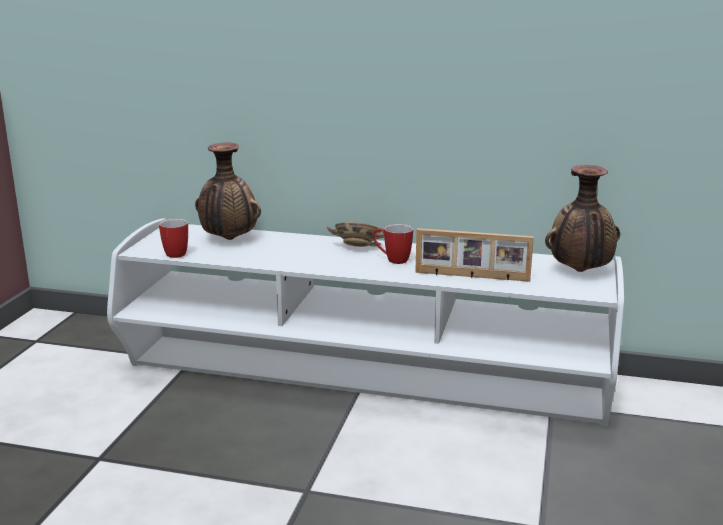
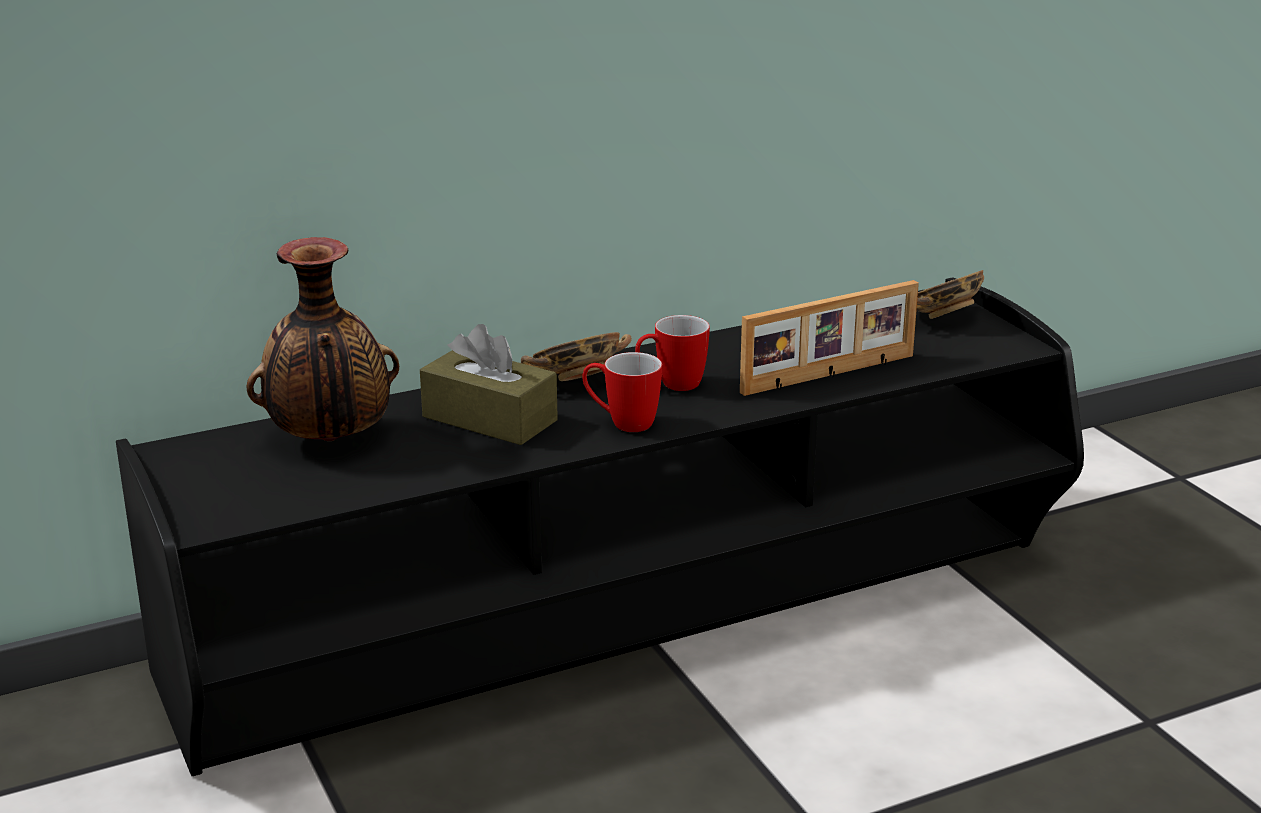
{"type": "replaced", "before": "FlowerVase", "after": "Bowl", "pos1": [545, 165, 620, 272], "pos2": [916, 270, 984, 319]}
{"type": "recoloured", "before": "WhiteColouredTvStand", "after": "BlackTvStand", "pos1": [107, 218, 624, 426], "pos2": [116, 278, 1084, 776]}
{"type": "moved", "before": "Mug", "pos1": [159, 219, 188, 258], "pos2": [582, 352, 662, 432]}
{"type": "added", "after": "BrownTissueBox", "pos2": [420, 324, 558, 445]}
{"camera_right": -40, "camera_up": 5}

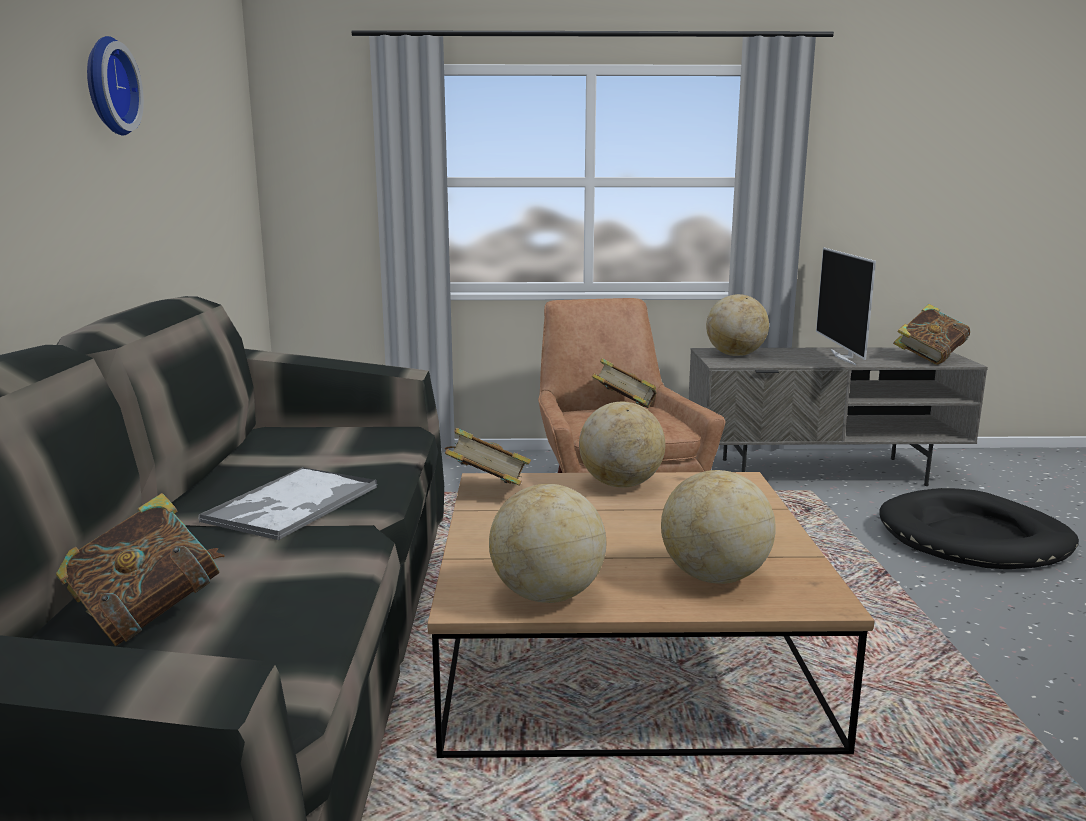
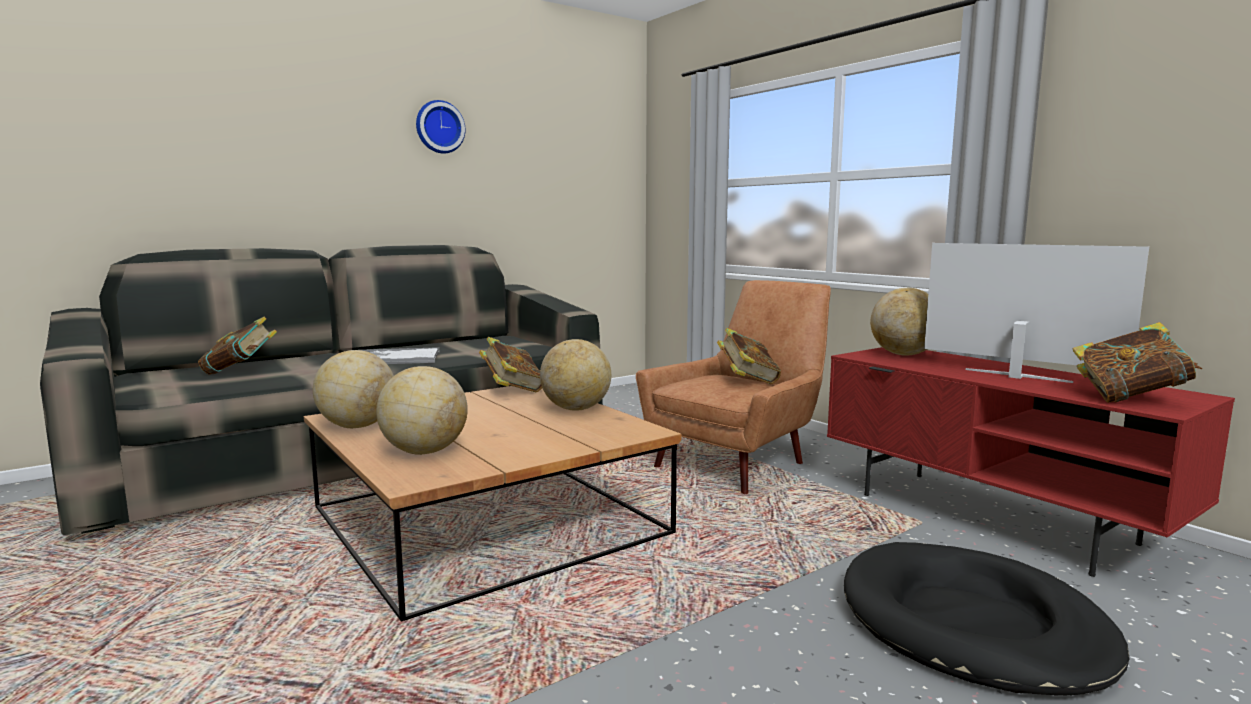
{"type": "turned", "before": "TvSet", "pos1": [816, 248, 876, 365], "pos2": [924, 243, 1149, 383], "turn": 75}
{"type": "recoloured", "before": "GreyishTvStand", "after": "RedTvStand", "pos1": [689, 347, 988, 486], "pos2": [827, 347, 1235, 577]}
{"camera_right": 55, "camera_up": -5}

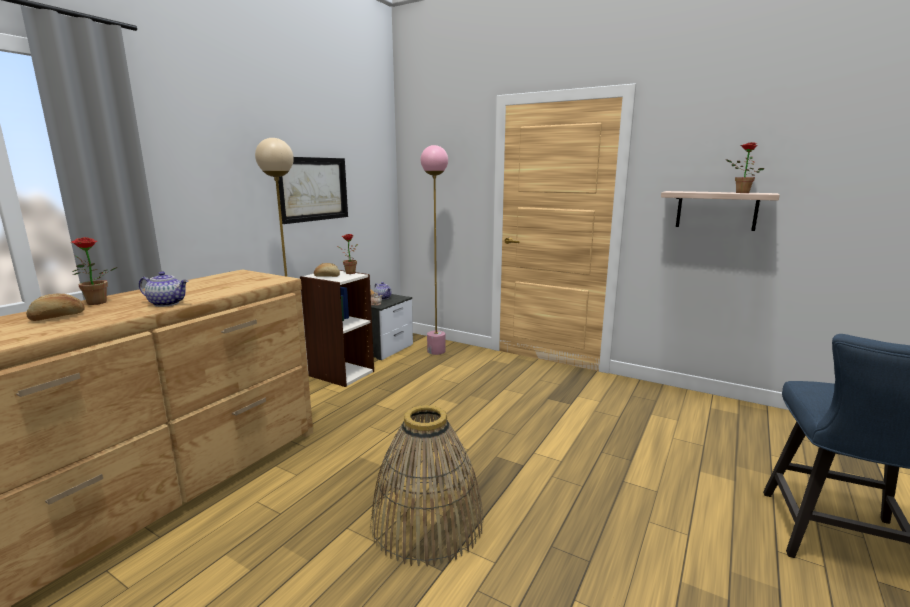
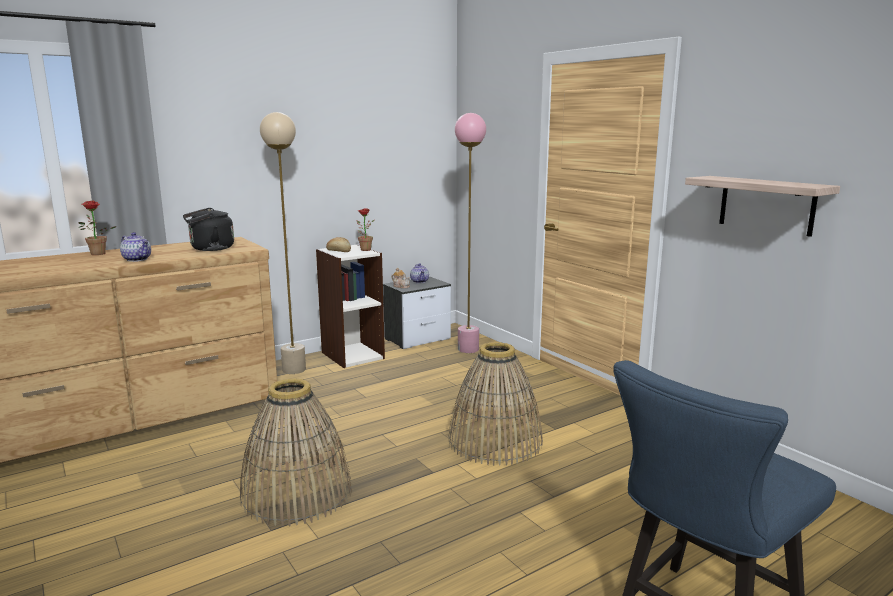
{"type": "removed", "before": "PottedPlant", "pos1": [726, 142, 764, 193]}
{"type": "removed", "before": "WallPicture", "pos1": [278, 157, 348, 224]}
{"type": "removed", "before": "Bread", "pos1": [26, 294, 85, 321]}
{"type": "added", "after": "BlackTeaKettle", "pos2": [183, 208, 234, 251]}
{"type": "added", "after": "HouseholdBasket", "pos2": [448, 342, 543, 466]}
{"camera_right": 25, "camera_up": 0}

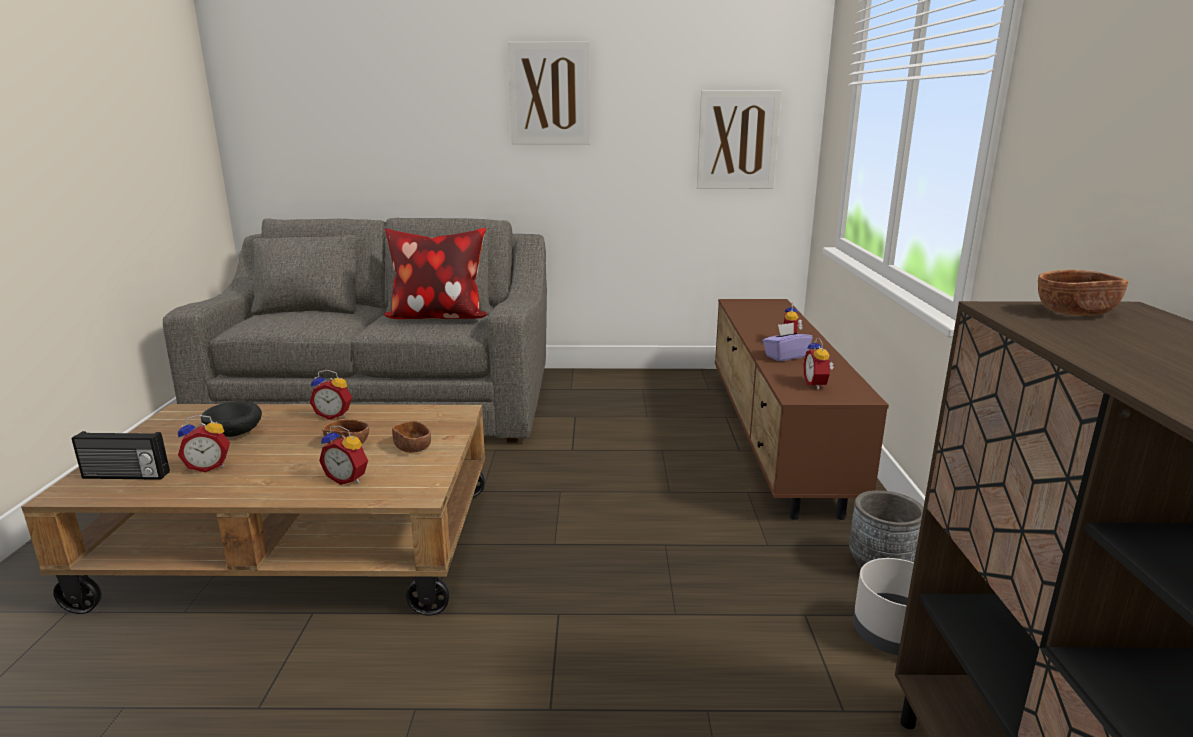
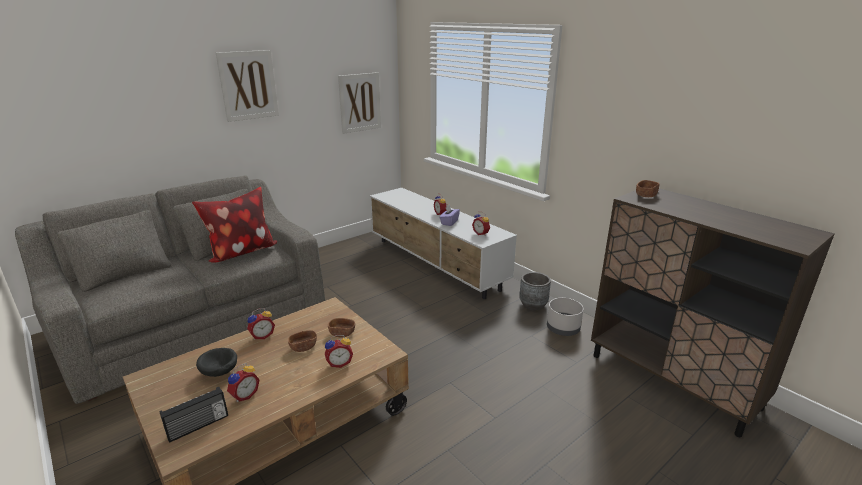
{"type": "recoloured", "before": "BrownTvStand", "after": "WhiteColouredTvStand", "pos1": [715, 299, 889, 520], "pos2": [370, 188, 517, 299]}
{"camera_right": -40, "camera_up": 5}

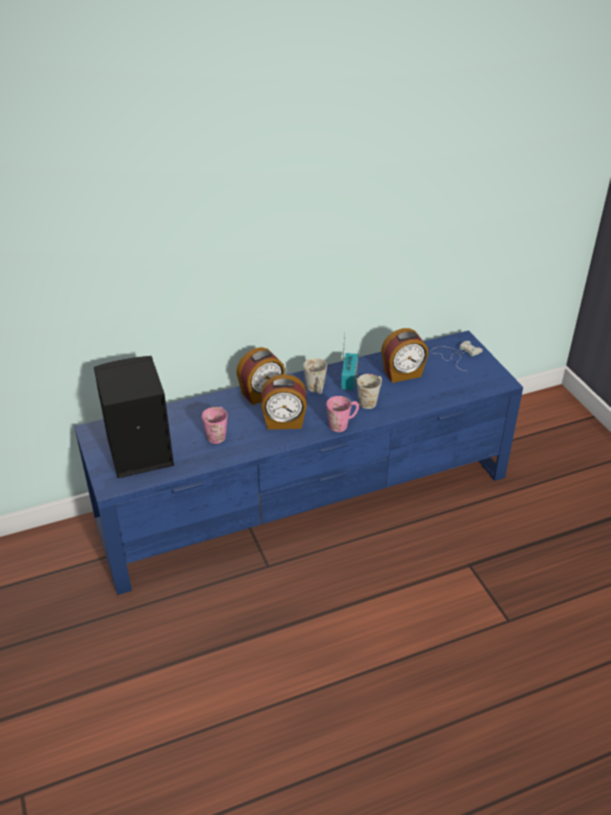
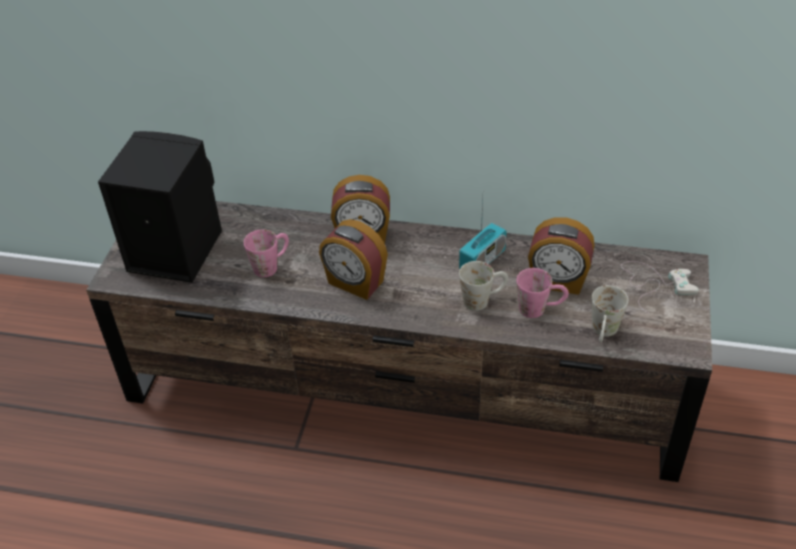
{"type": "recoloured", "before": "BlueTvStand", "after": "BrownTvStand", "pos1": [74, 330, 523, 595], "pos2": [86, 201, 712, 482]}
{"type": "moved", "before": "WhiteColouredMug", "pos1": [303, 358, 327, 394], "pos2": [591, 285, 628, 342]}
{"type": "moved", "before": "PinkishMug", "pos1": [326, 396, 359, 432], "pos2": [516, 268, 569, 318]}
{"camera_right": 35, "camera_up": 5}

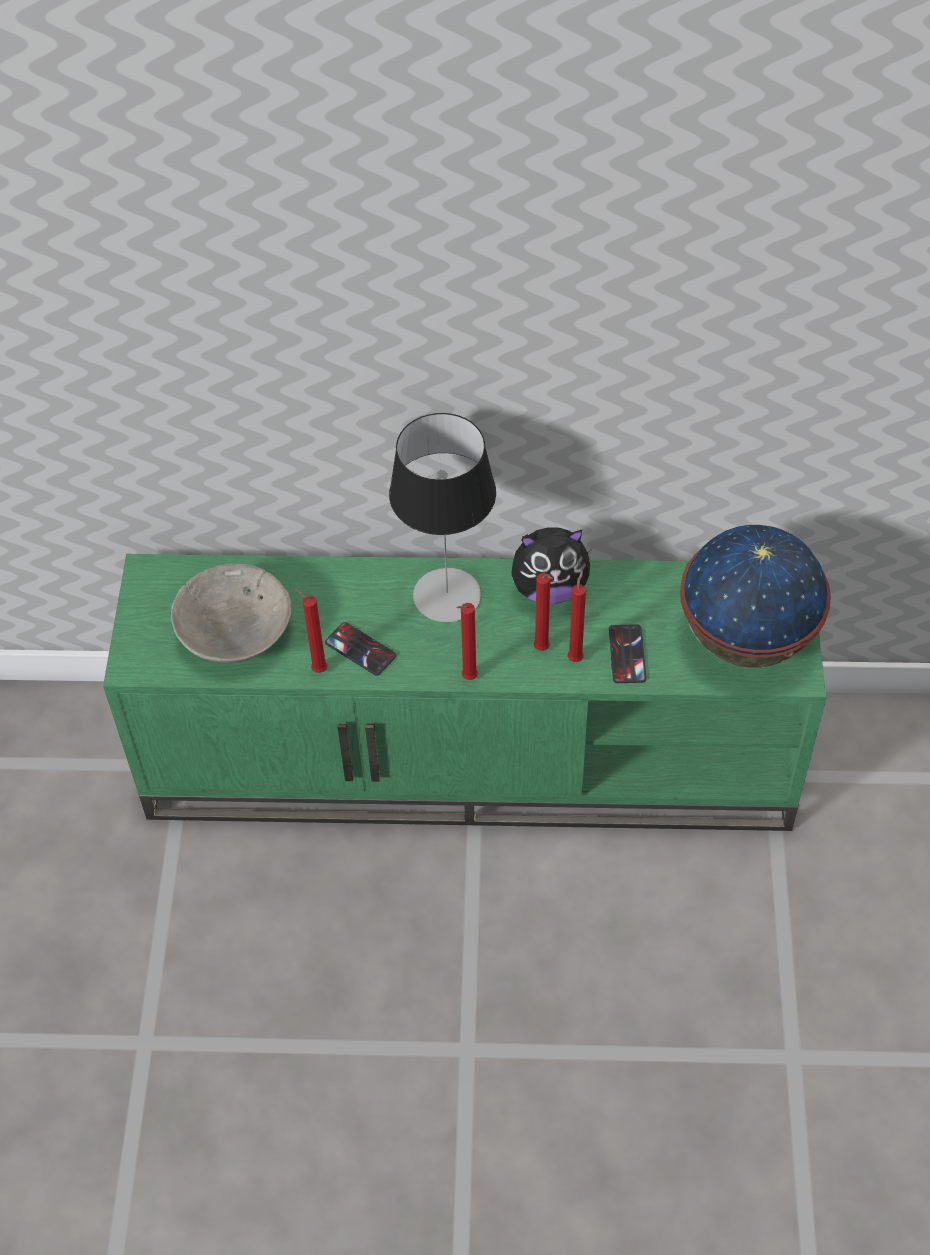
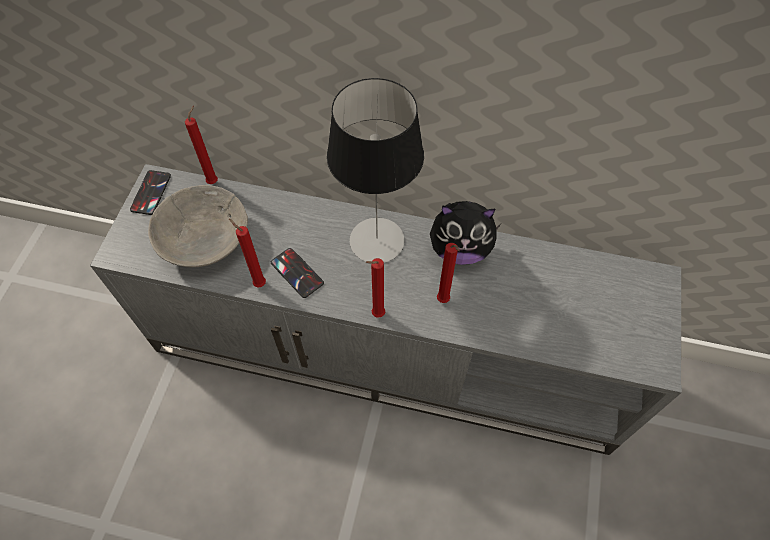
{"type": "removed", "before": "WorldGlobe", "pos1": [680, 525, 831, 668]}
{"type": "recoloured", "before": "GreenTvStand", "after": "GreyishTvStand", "pos1": [103, 554, 827, 831], "pos2": [90, 164, 682, 455]}
{"type": "moved", "before": "RedWaxCandle", "pos1": [568, 570, 586, 662], "pos2": [185, 106, 218, 184]}
{"type": "moved", "before": "Handset", "pos1": [609, 624, 646, 683], "pos2": [130, 170, 171, 215]}
{"camera_right": 10, "camera_up": 5}

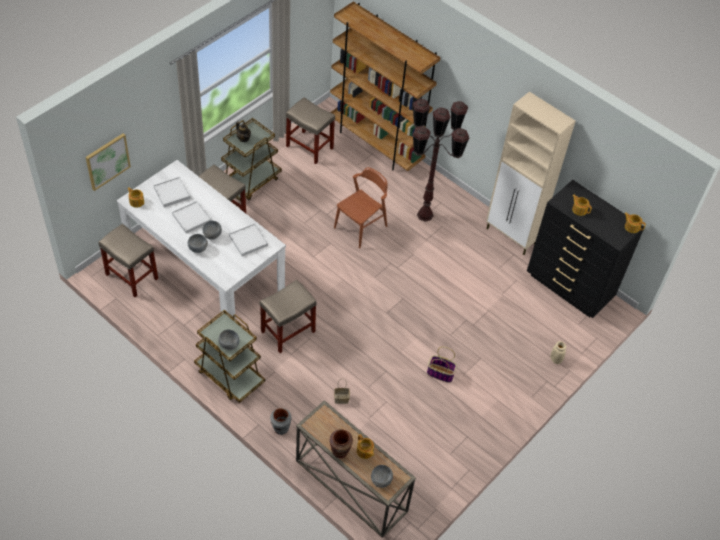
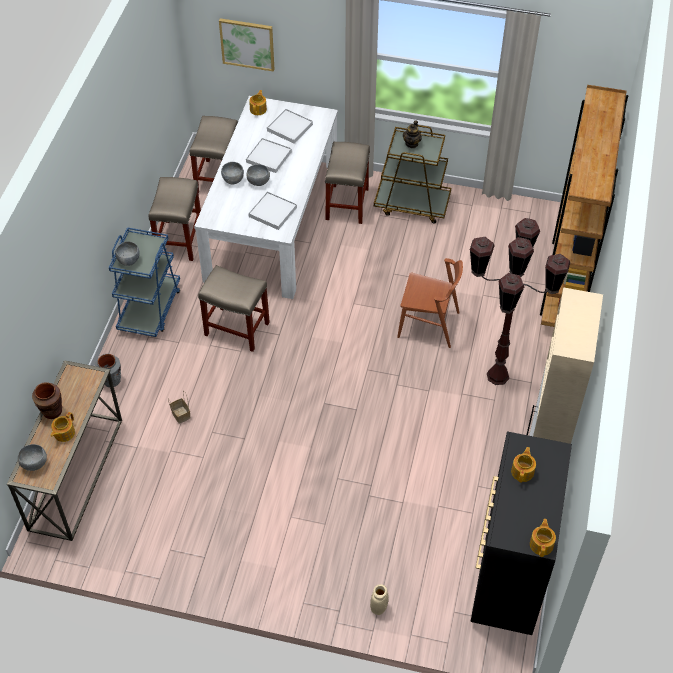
{"type": "moved", "before": "BeigeColouredSittingStool", "pos1": [286, 97, 335, 164], "pos2": [149, 177, 201, 261]}
{"type": "recoloured", "before": "BrownCart", "after": "BlueCart", "pos1": [194, 310, 265, 403], "pos2": [109, 227, 180, 337]}
{"type": "removed", "before": "HouseholdBasket", "pos1": [427, 347, 457, 383]}
{"camera_right": 65, "camera_up": 0}

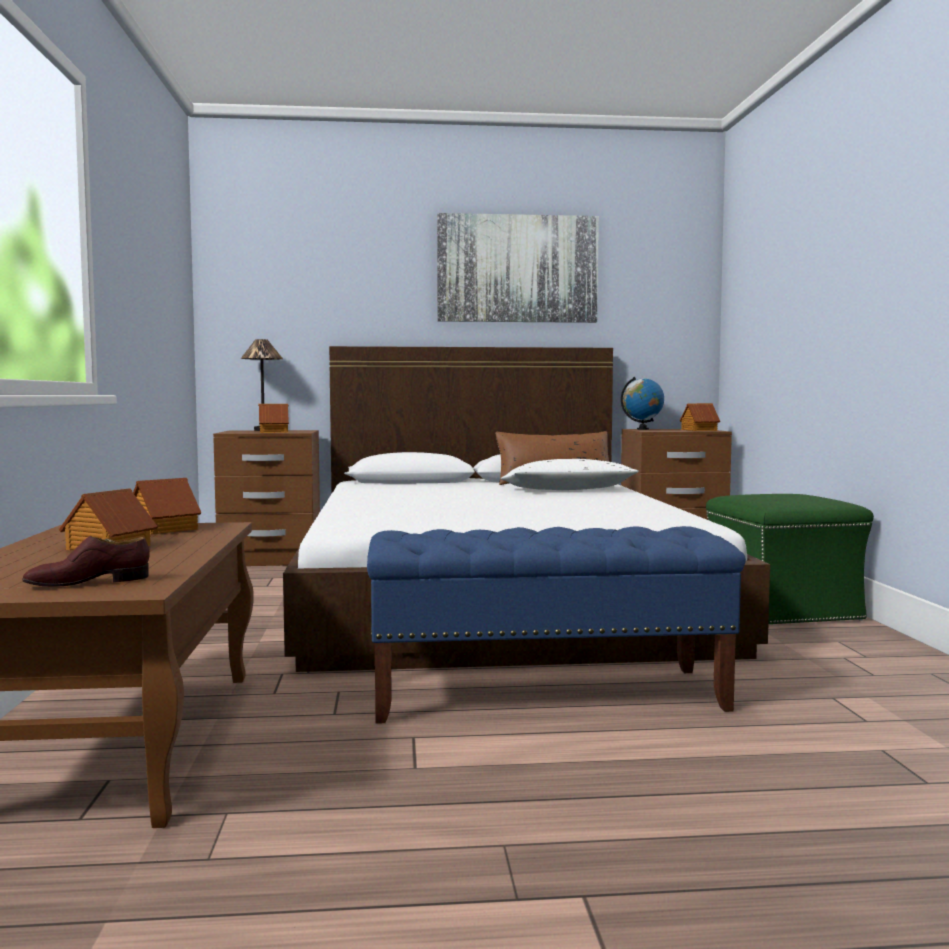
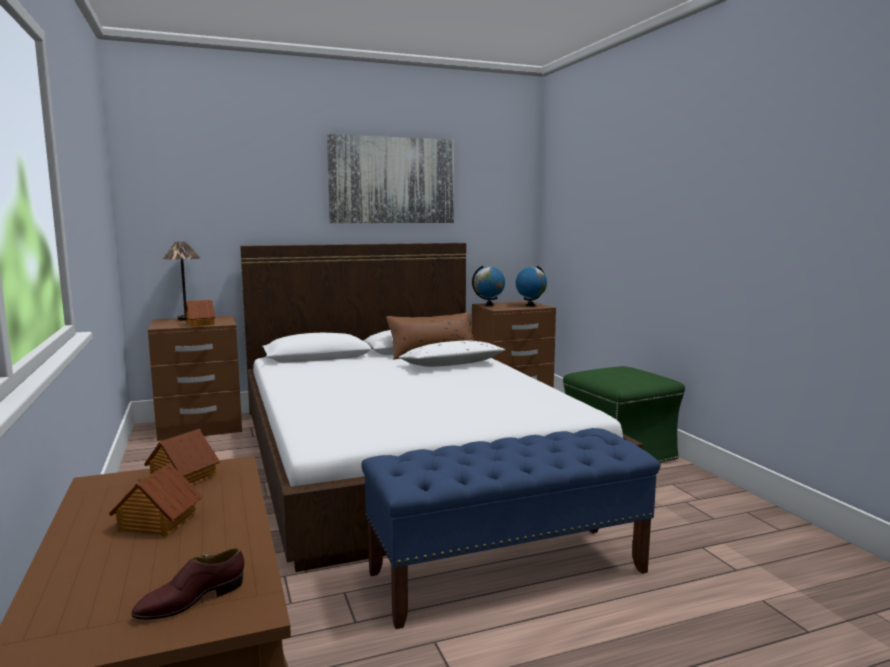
{"type": "replaced", "before": "ModelHouse", "after": "WorldGlobe", "pos1": [680, 403, 720, 431], "pos2": [516, 266, 547, 306]}
{"camera_right": -15, "camera_up": 5}

